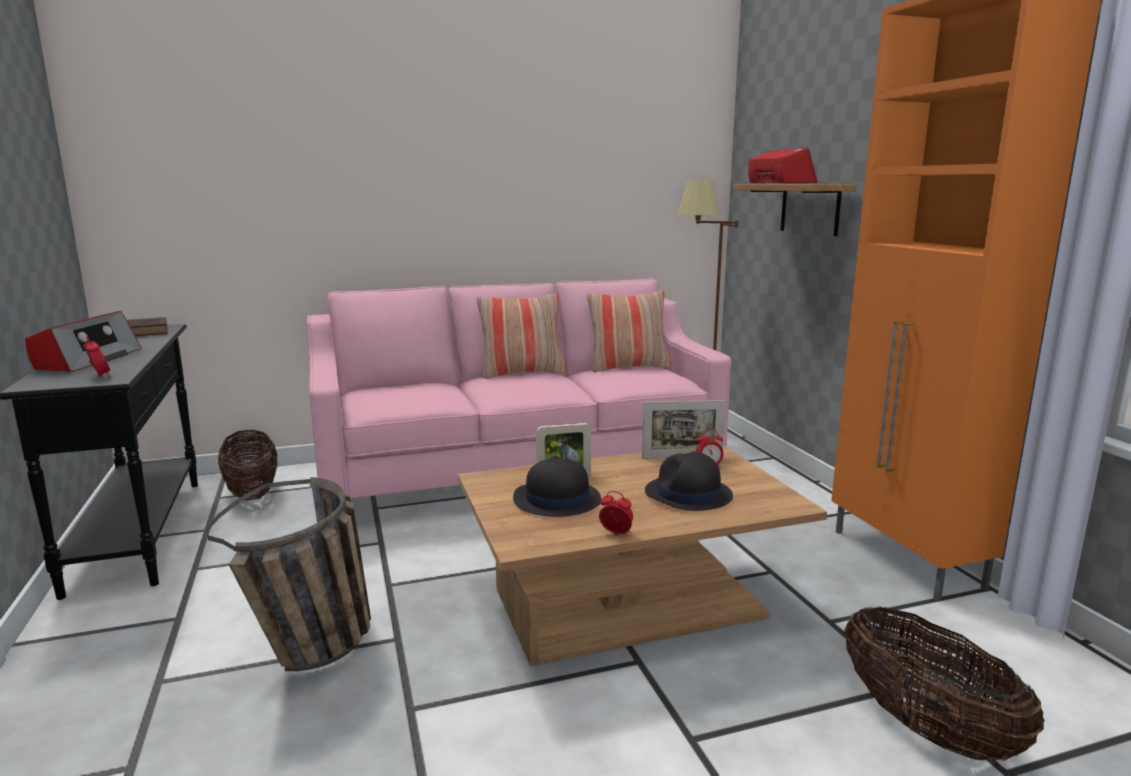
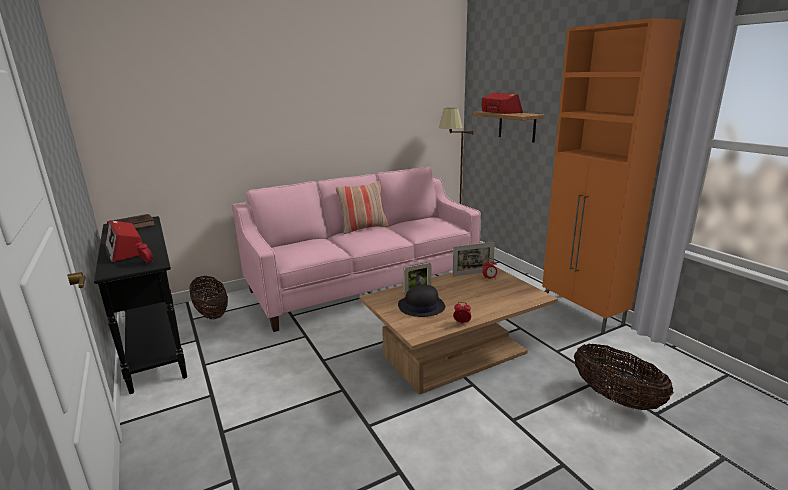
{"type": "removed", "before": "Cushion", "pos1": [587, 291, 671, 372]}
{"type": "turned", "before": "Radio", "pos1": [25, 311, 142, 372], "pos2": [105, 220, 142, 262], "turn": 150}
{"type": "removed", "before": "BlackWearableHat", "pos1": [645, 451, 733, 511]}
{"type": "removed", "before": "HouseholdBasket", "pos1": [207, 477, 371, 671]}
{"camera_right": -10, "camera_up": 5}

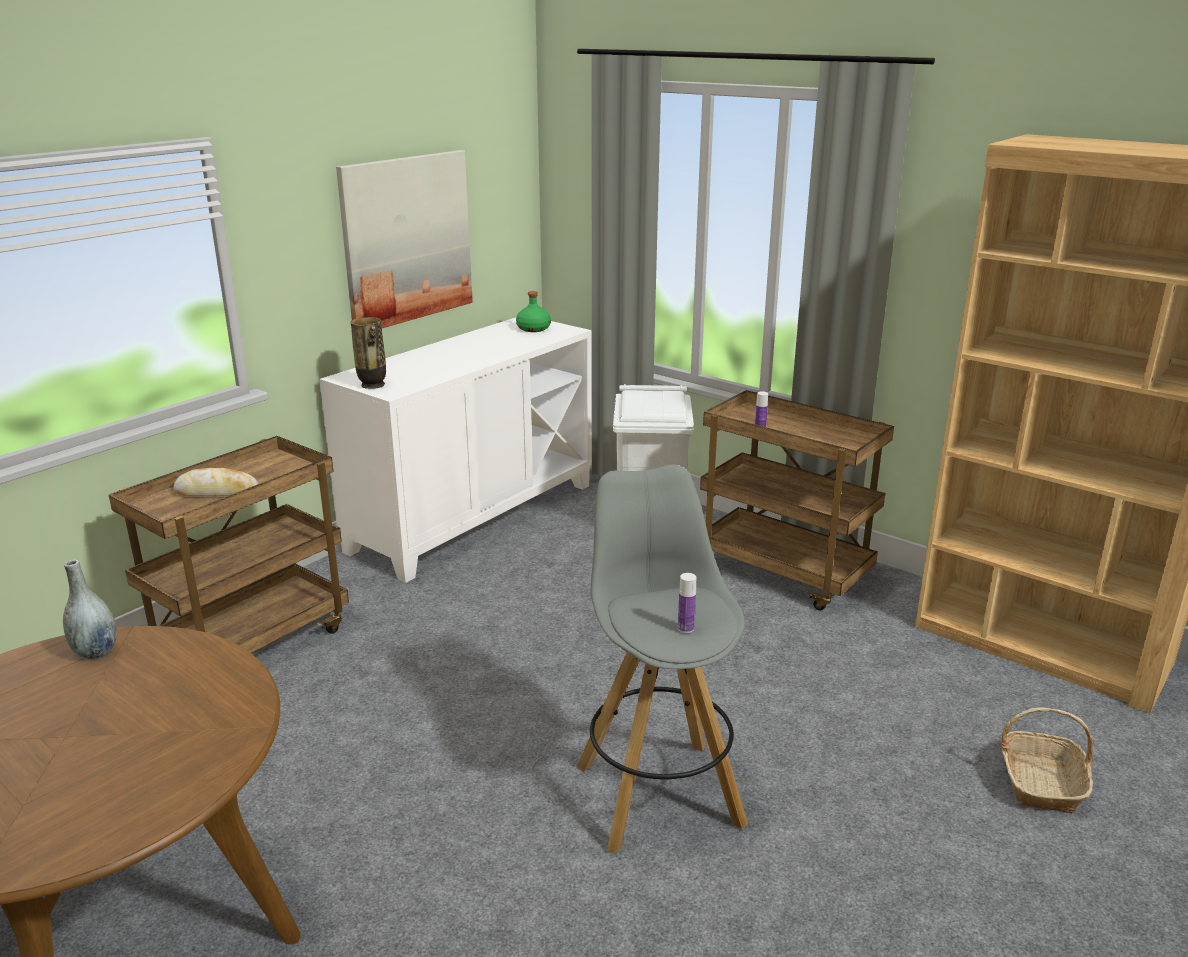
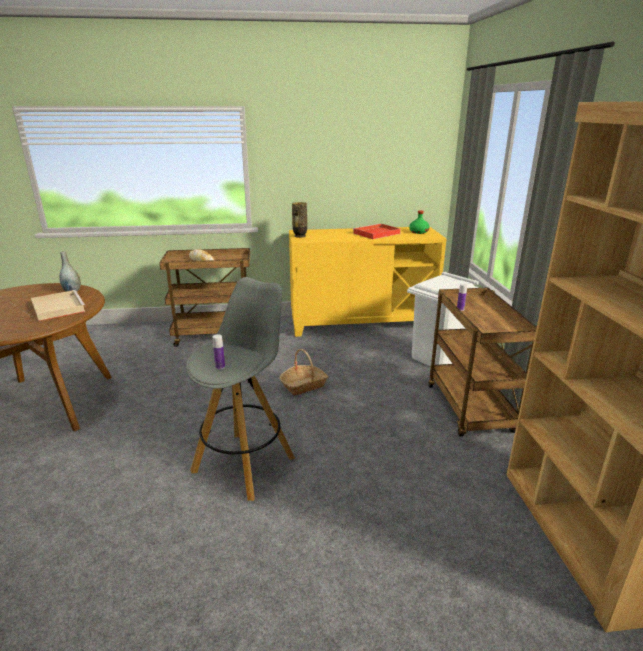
{"type": "removed", "before": "WallPicture", "pos1": [336, 150, 473, 328]}
{"type": "recoloured", "before": "WhiteColouredCabinet", "after": "YellowCabinet", "pos1": [319, 318, 592, 583], "pos2": [289, 227, 446, 337]}
{"type": "moved", "before": "HouseholdBasket", "pos1": [1001, 708, 1093, 813], "pos2": [280, 349, 328, 395]}
{"type": "added", "after": "RedCarryingTray", "pos2": [353, 223, 401, 239]}
{"type": "added", "after": "BeigeColouredCarryingTray", "pos2": [31, 290, 86, 321]}
{"camera_right": 45, "camera_up": 0}

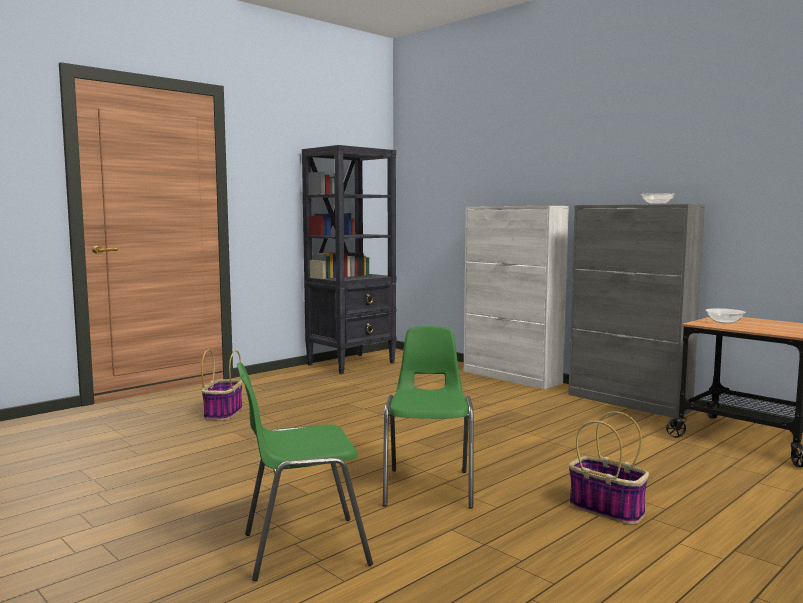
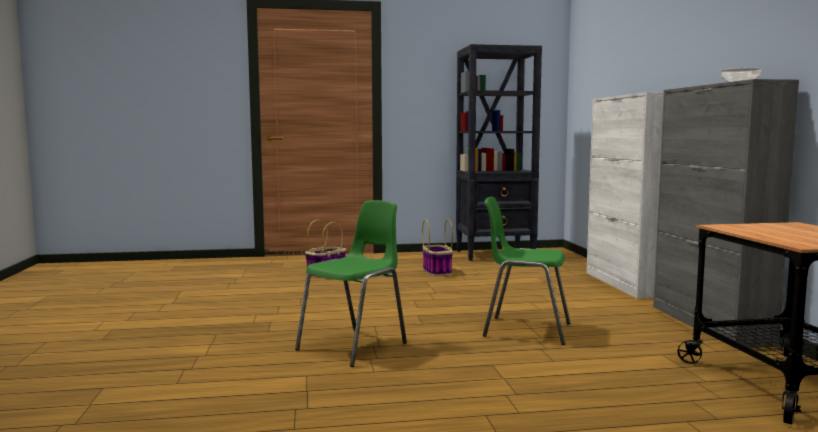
{"type": "removed", "before": "Bowl", "pos1": [706, 308, 746, 324]}
{"type": "moved", "before": "GreenUprightChair", "pos1": [237, 362, 373, 581], "pos2": [483, 197, 570, 345]}
{"type": "moved", "before": "HouseholdBasket", "pos1": [569, 411, 649, 525], "pos2": [422, 219, 453, 276]}
{"camera_right": 35, "camera_up": 0}

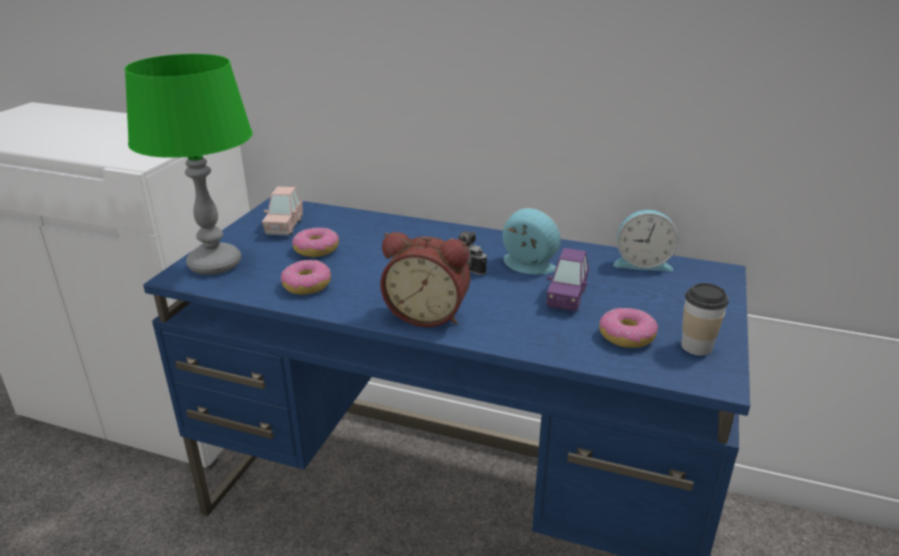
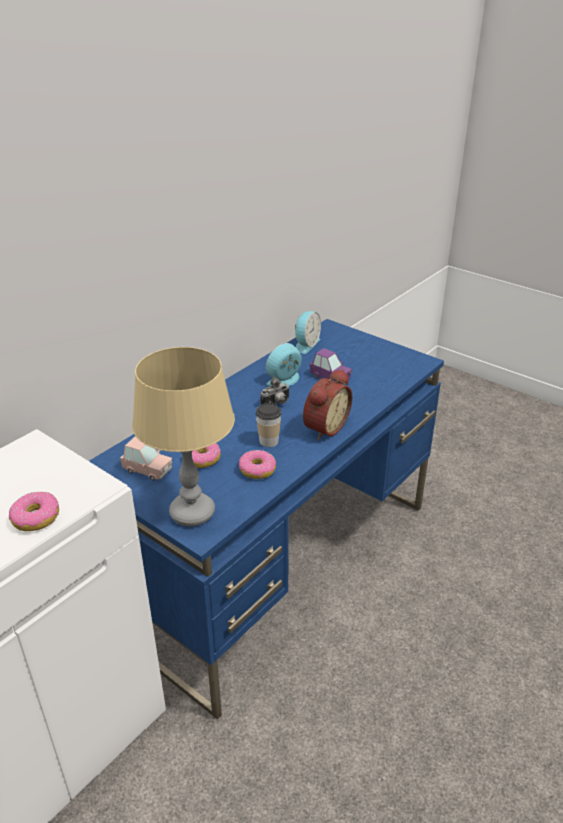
{"type": "recoloured", "before": "GreenLampForATable", "after": "BeigeColouredLampForATable", "pos1": [124, 54, 253, 275], "pos2": [132, 347, 235, 526]}
{"type": "moved", "before": "Cup", "pos1": [681, 283, 729, 356], "pos2": [256, 402, 281, 447]}
{"type": "moved", "before": "Doughnut", "pos1": [599, 308, 658, 348], "pos2": [9, 492, 59, 531]}
{"camera_right": -70, "camera_up": 5}

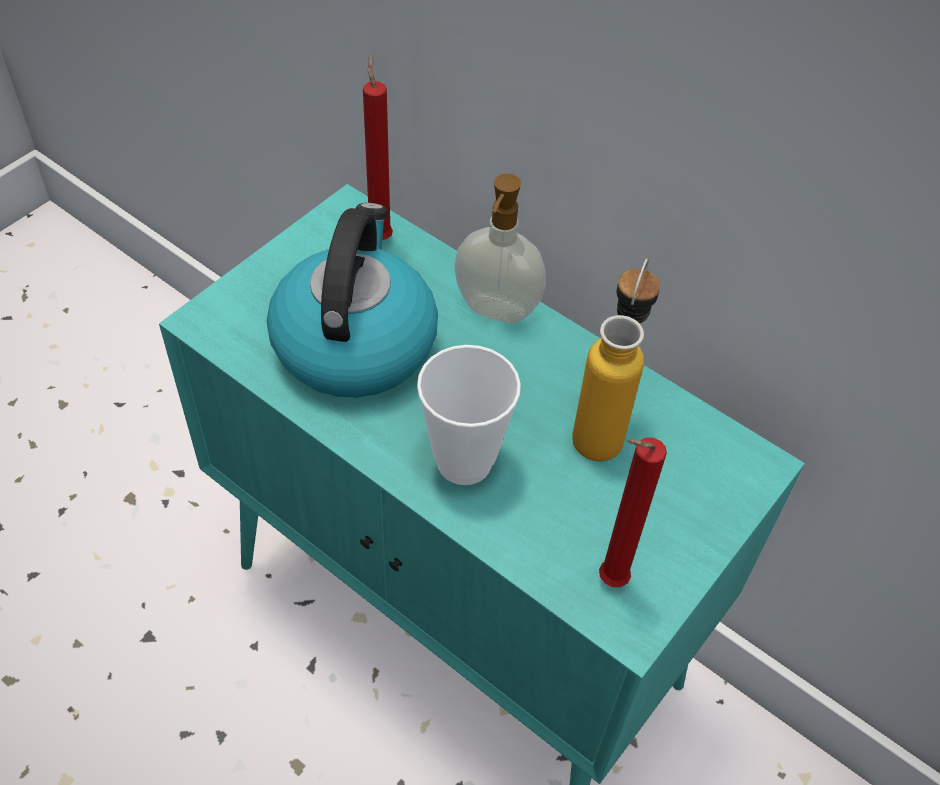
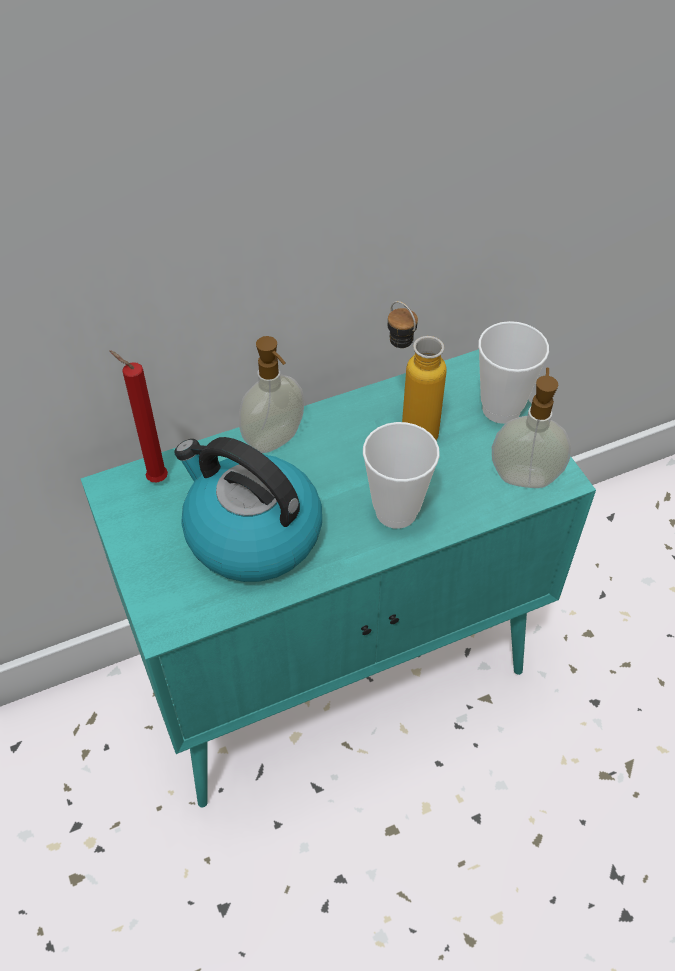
{"type": "replaced", "before": "RedWaxCandle", "after": "LiquidSoapBottle", "pos1": [599, 438, 667, 587], "pos2": [492, 367, 571, 488]}
{"type": "added", "after": "Cup", "pos2": [478, 321, 549, 424]}
{"camera_right": -60, "camera_up": 0}

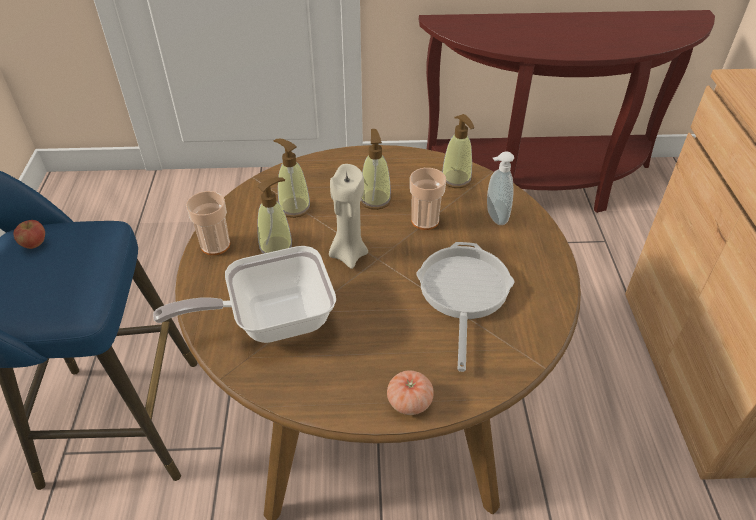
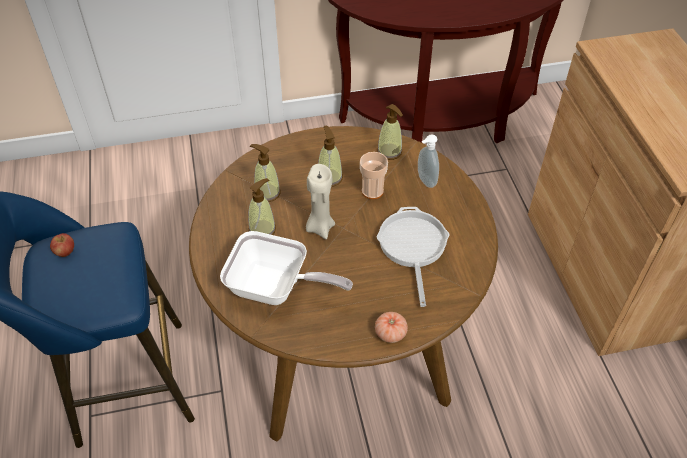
{"type": "removed", "before": "Cup", "pos1": [186, 191, 230, 255]}
{"type": "turned", "before": "FryingPan", "pos1": [153, 246, 336, 343], "pos2": [220, 231, 353, 305], "turn": -135}
{"camera_right": -10, "camera_up": 5}

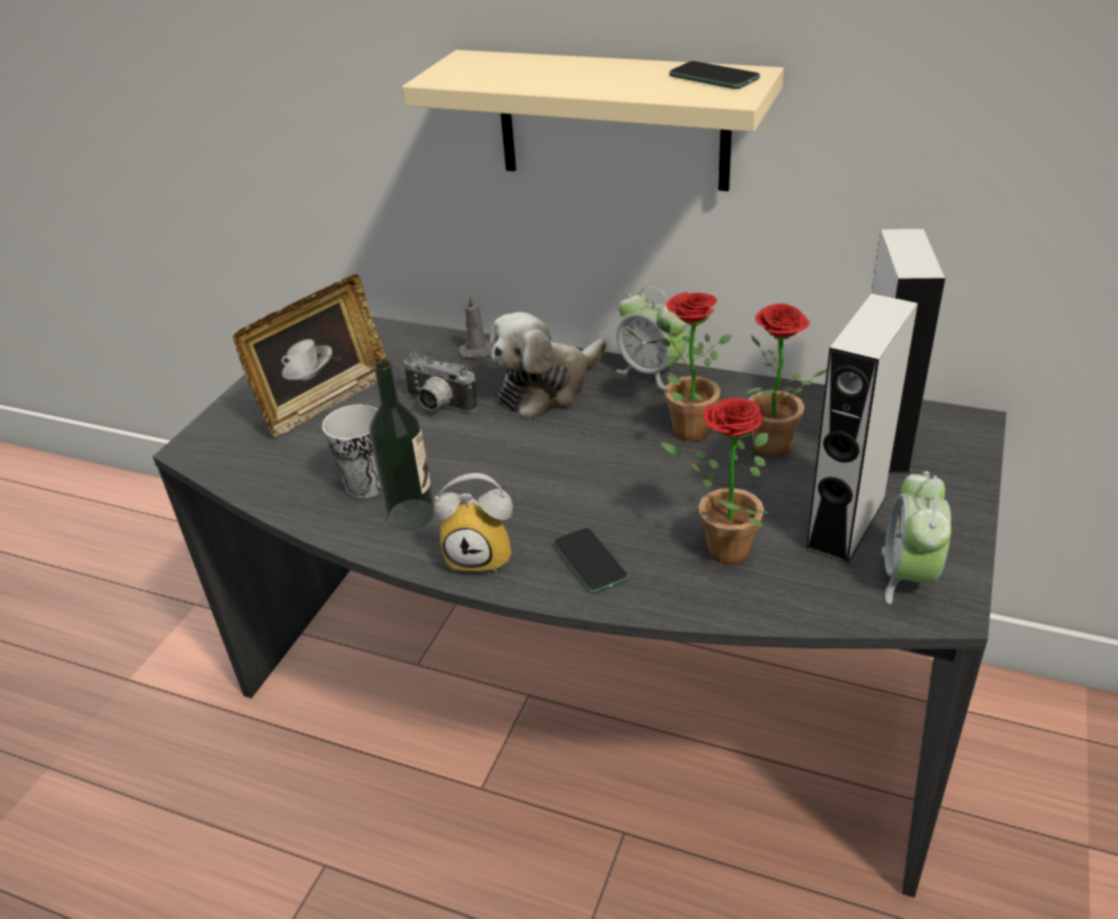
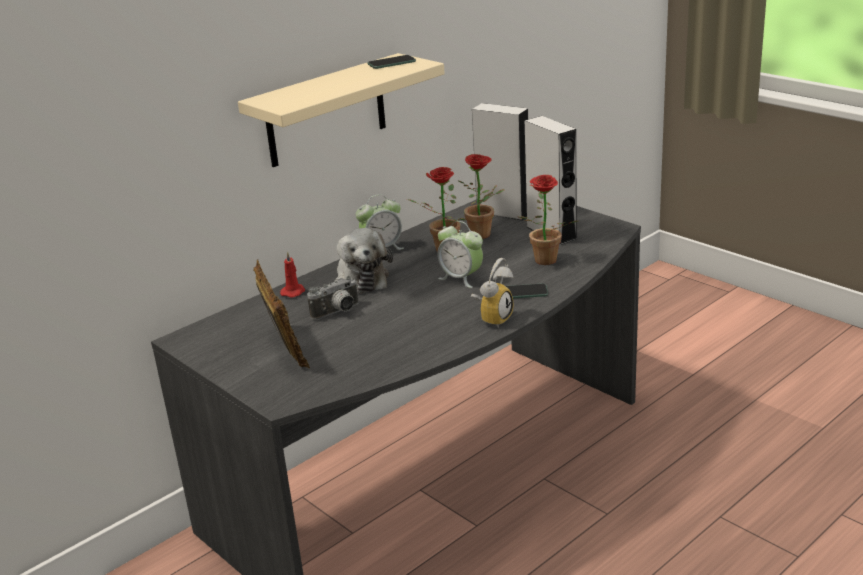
{"type": "recoloured", "before": "GreyishWaxCandle", "after": "RedWaxCandle", "pos1": [459, 294, 492, 358], "pos2": [280, 251, 305, 298]}
{"type": "removed", "before": "DrinkBottle", "pos1": [369, 361, 434, 530]}
{"type": "removed", "before": "Cup", "pos1": [322, 404, 381, 499]}
{"type": "moved", "before": "AlarmClock", "pos1": [882, 471, 951, 604], "pos2": [437, 221, 483, 288]}
{"camera_right": -65, "camera_up": -10}

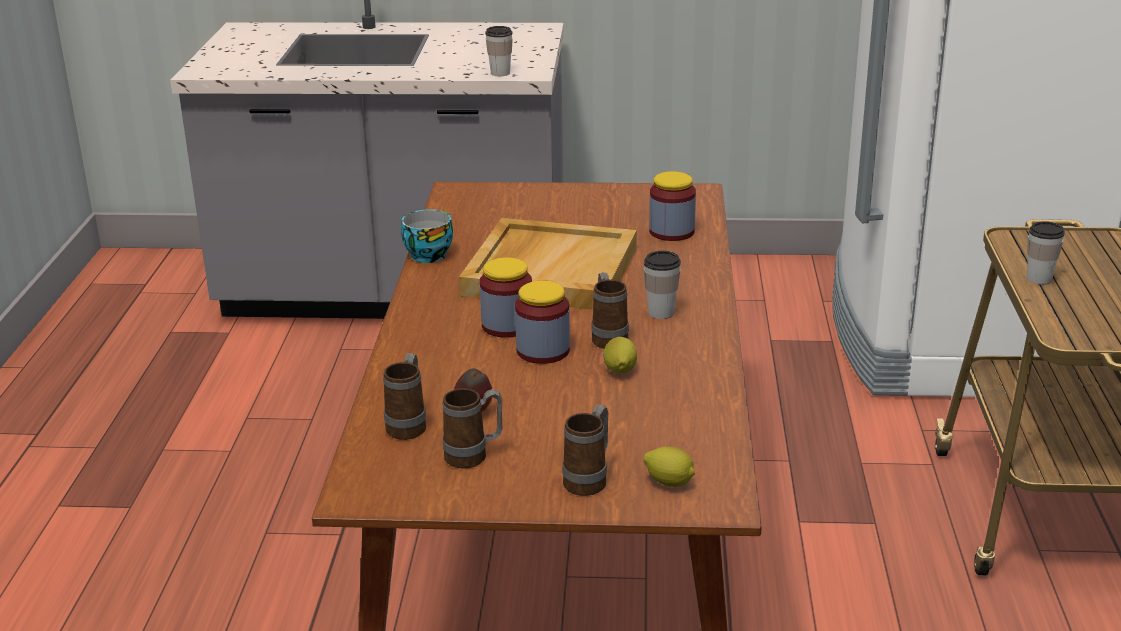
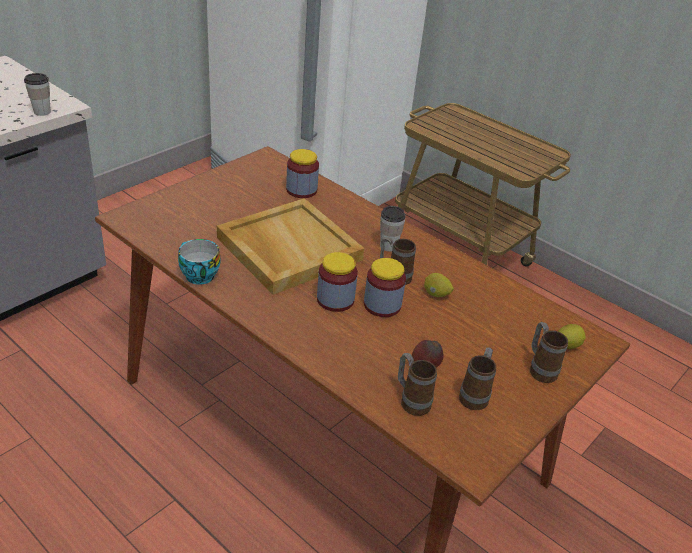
{"type": "removed", "before": "Cup", "pos1": [1027, 221, 1065, 285]}
{"camera_right": -55, "camera_up": 10}

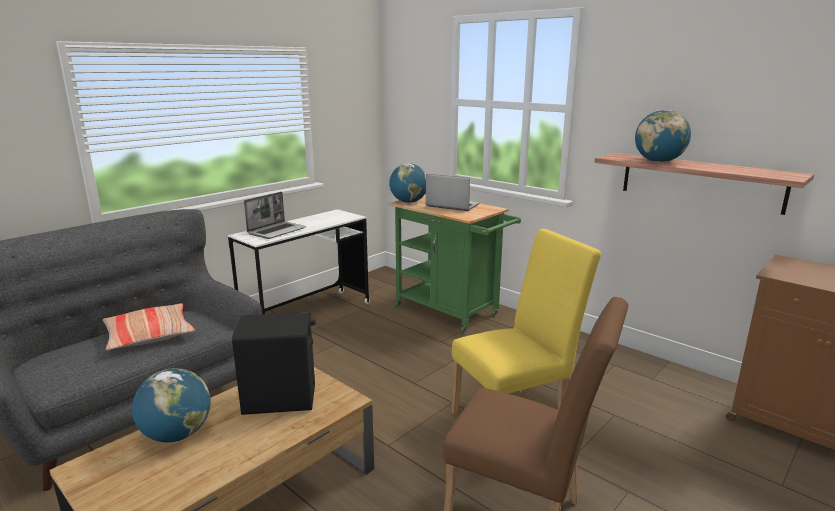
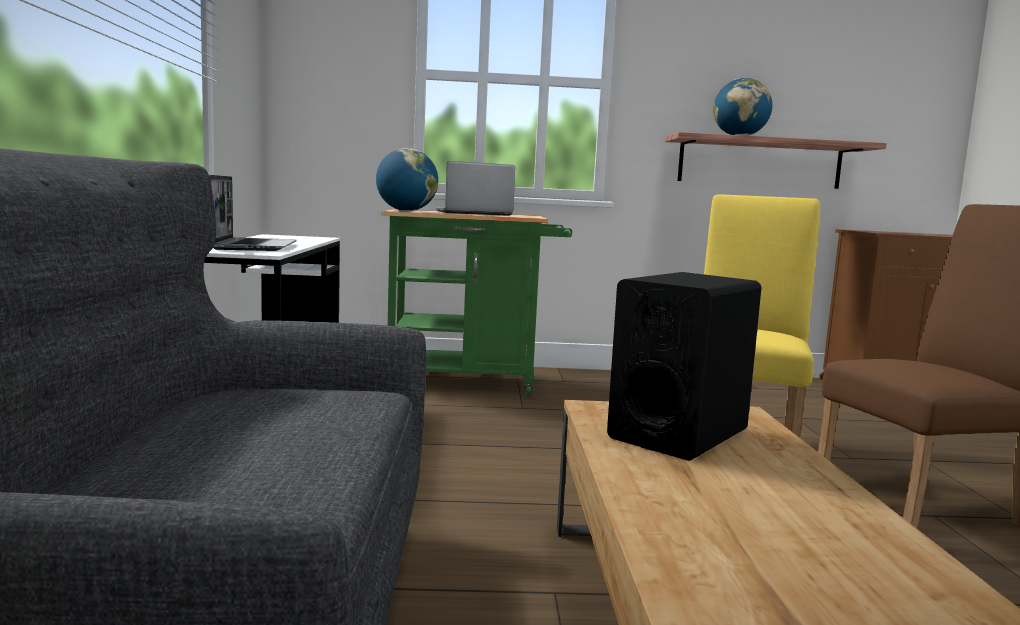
{"type": "removed", "before": "Cushion", "pos1": [103, 303, 195, 350]}
{"type": "removed", "before": "WorldGlobe", "pos1": [132, 368, 211, 443]}
{"camera_right": -45, "camera_up": -10}

